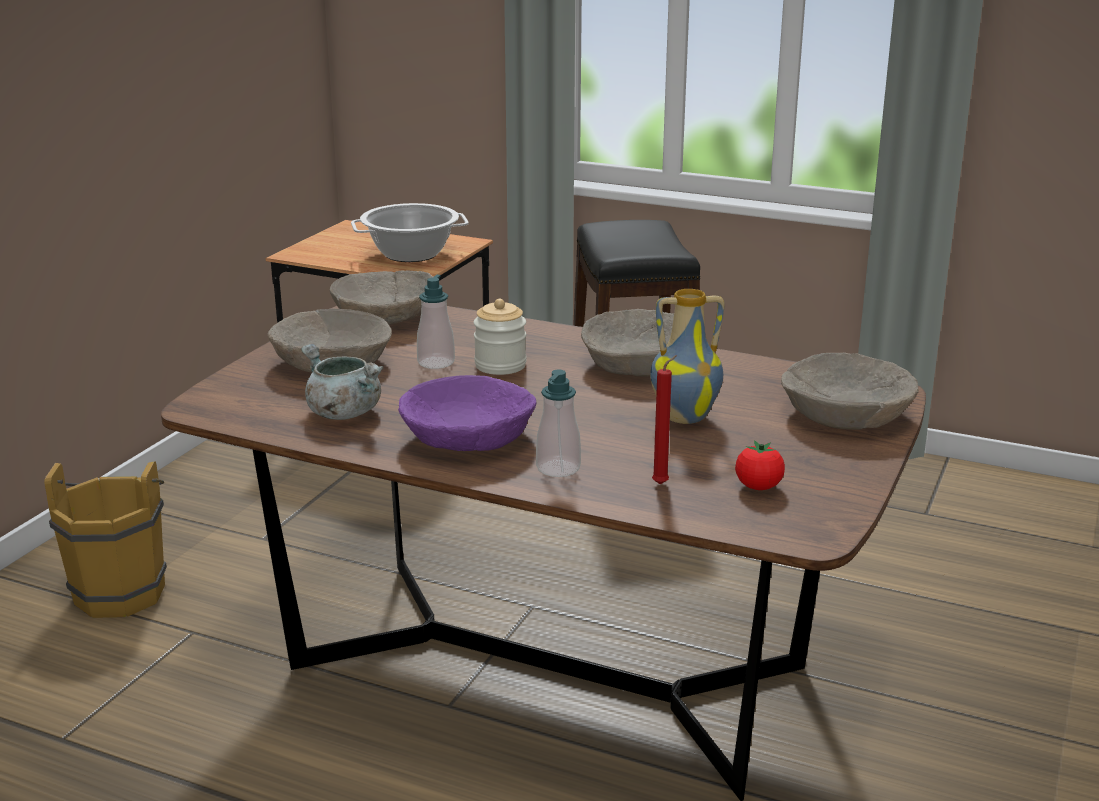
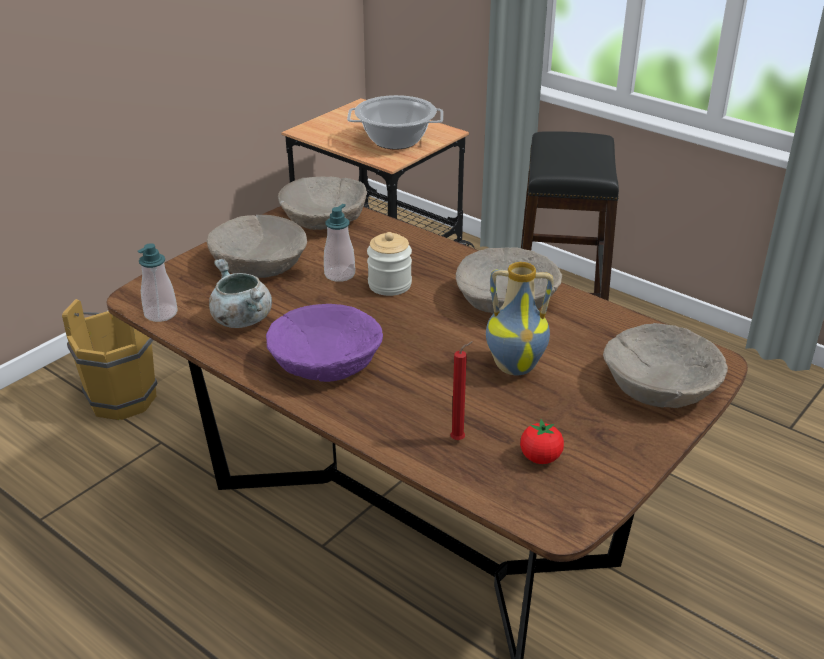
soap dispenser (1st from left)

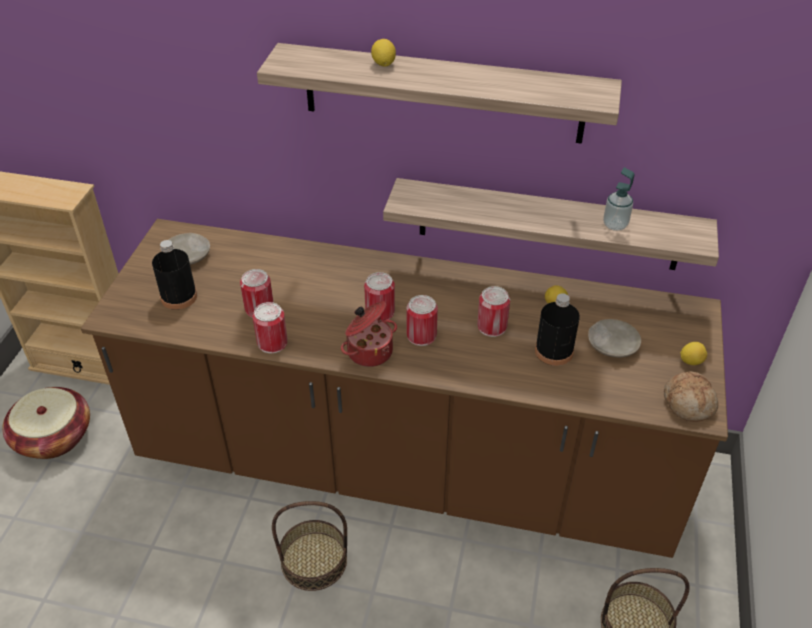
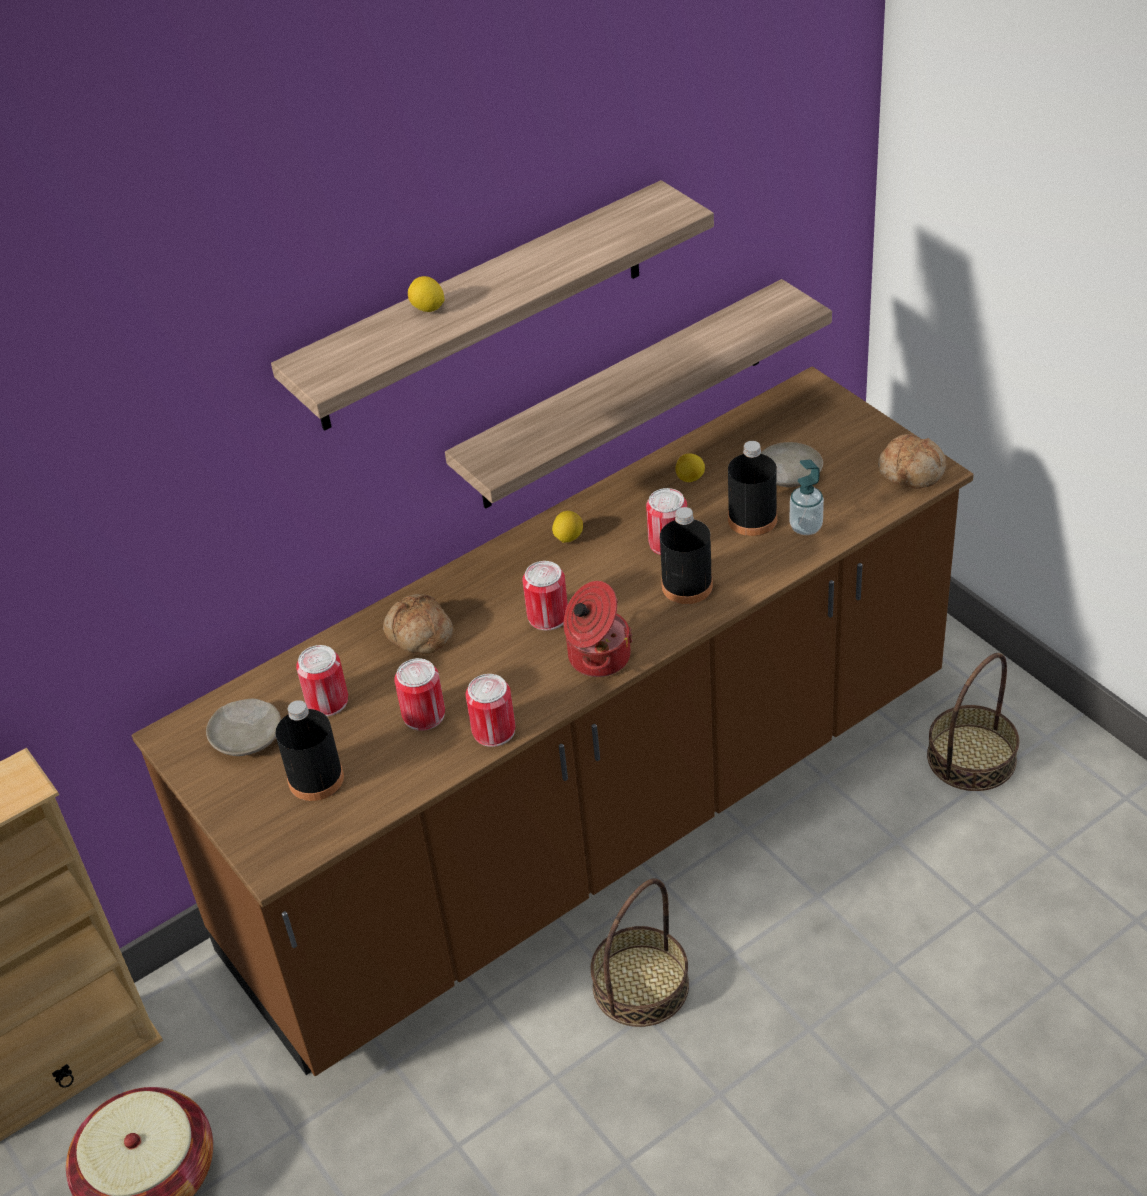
soap dispenser
can (1st from left)
lemon (2nd from left)
black bottle (2nd from left)
bread (1st from left)

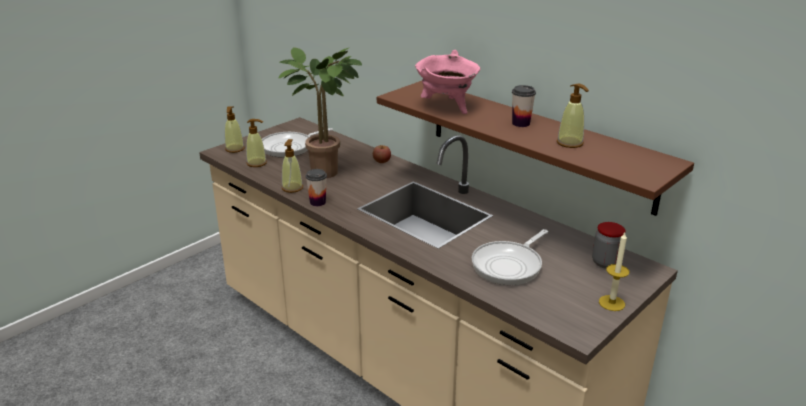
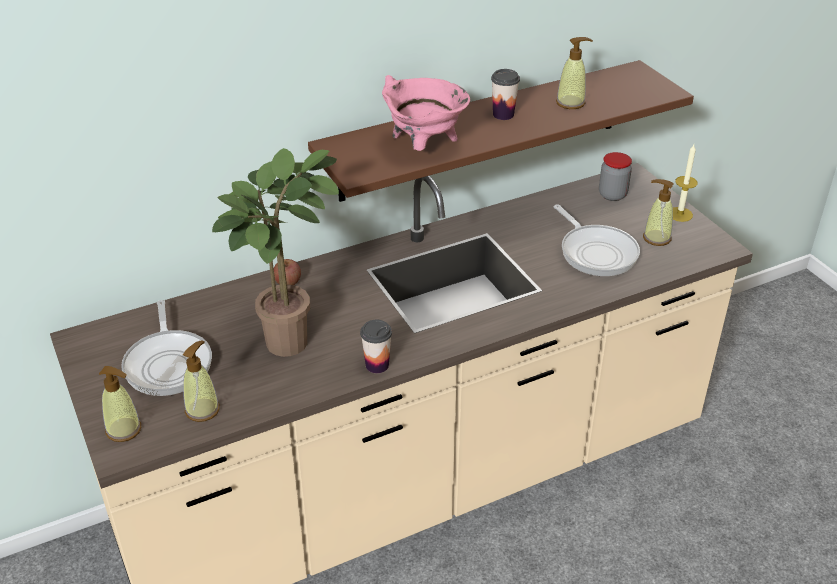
soap dispenser (4th from left)

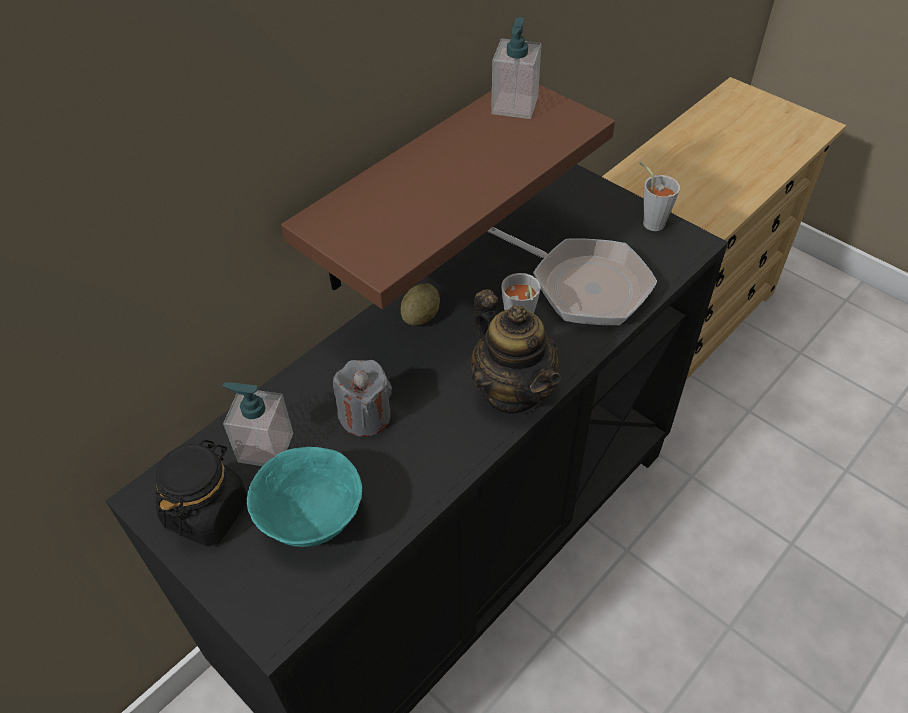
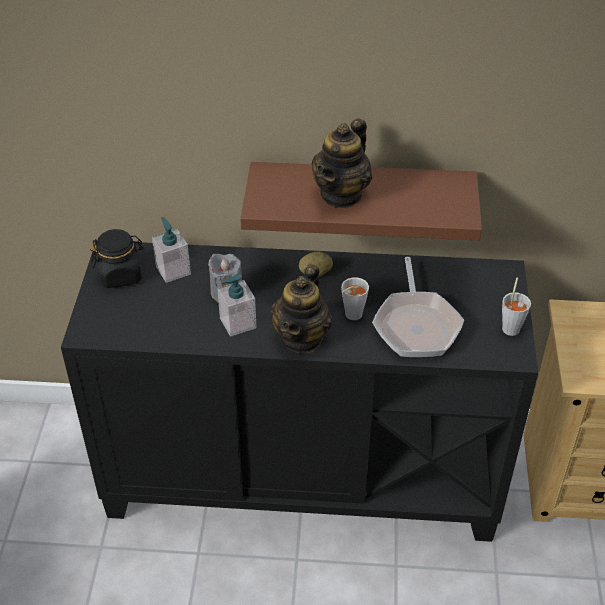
soap dispenser (2nd from left)
turquoise bowl
teapot (2nd from left)

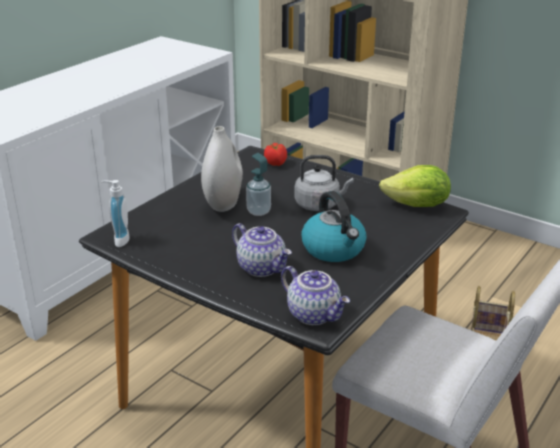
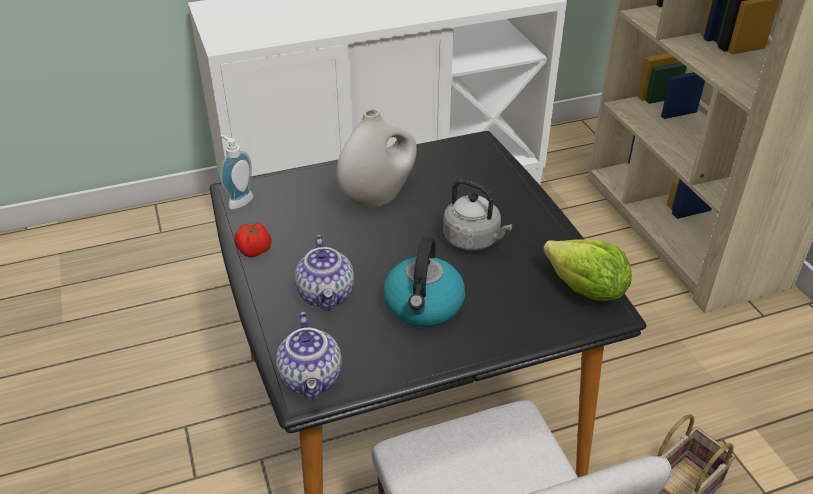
tomato
soap dispenser (2nd from left in the first image)

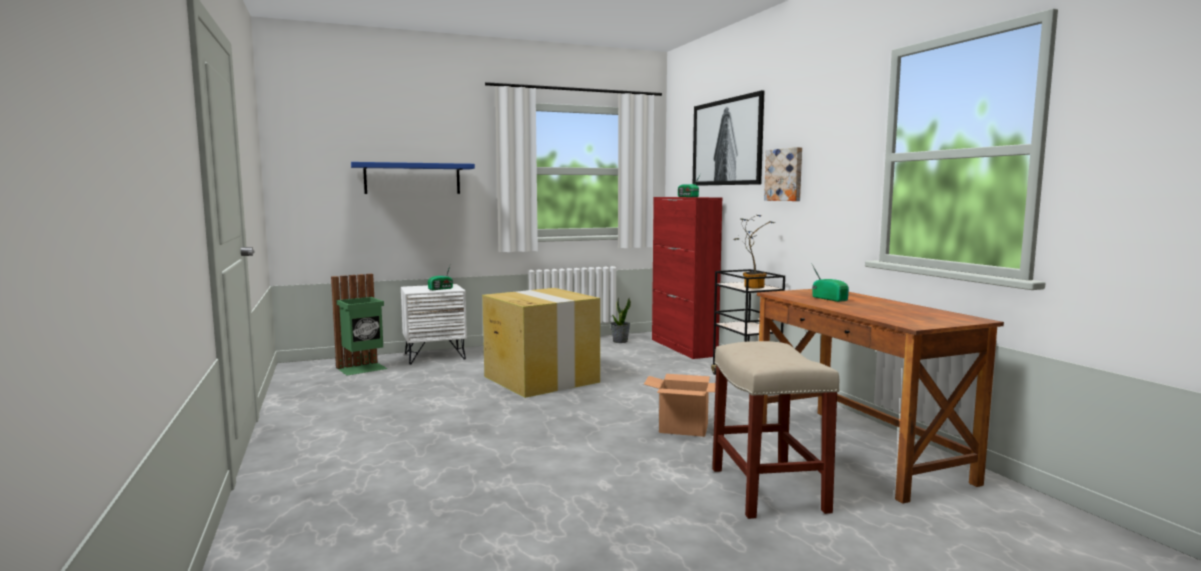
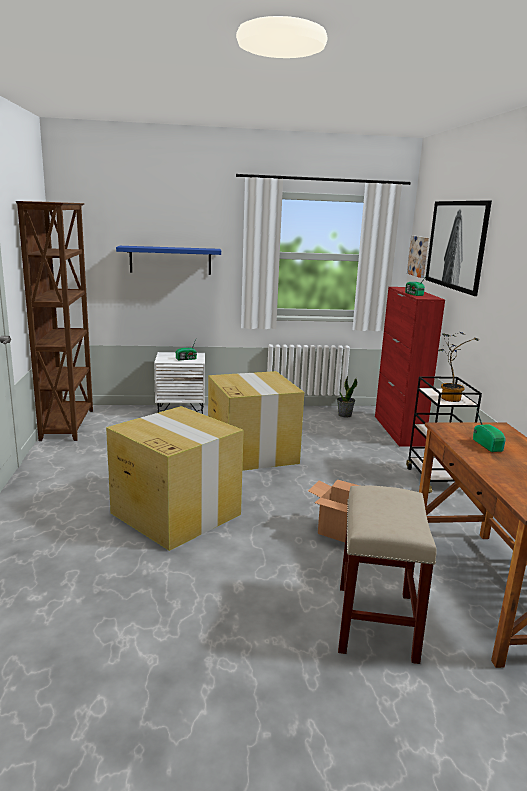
picture (1st from left)
green trash can
brown bookcase
cardboard box (1st from left)

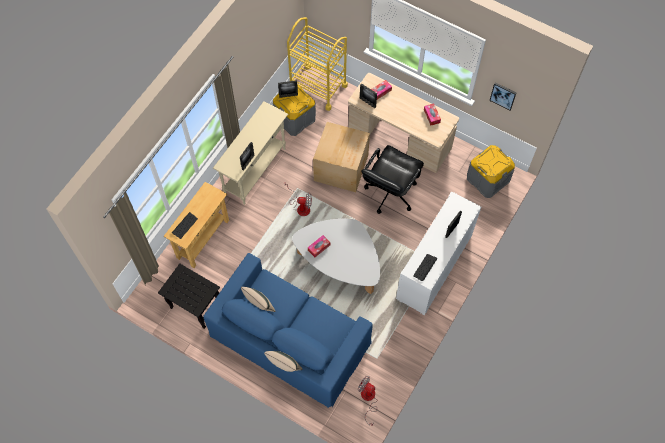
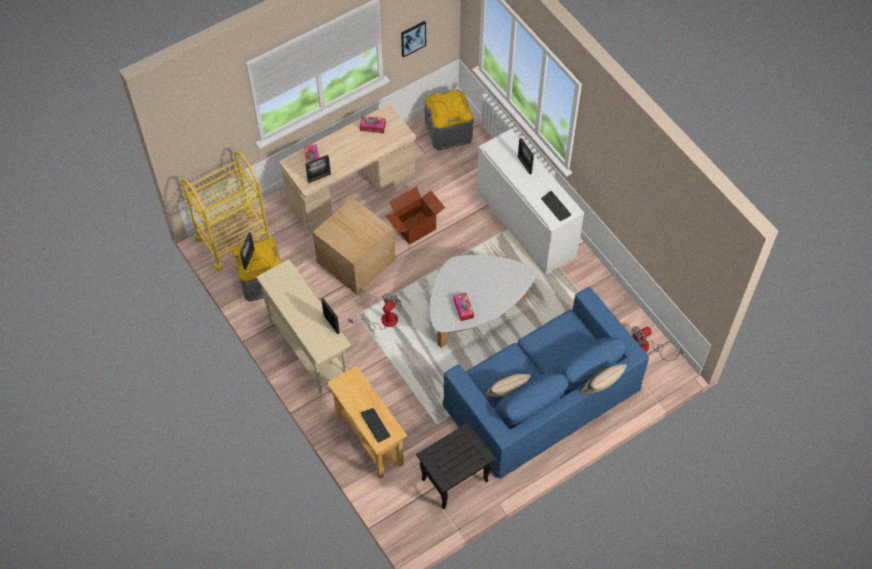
cardboard box (2nd from left)

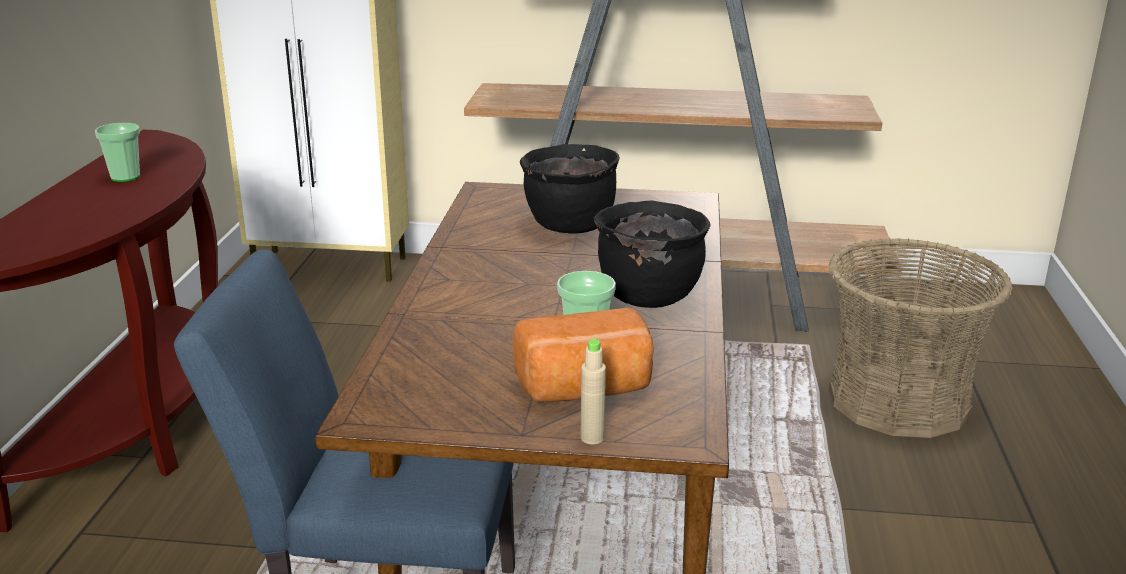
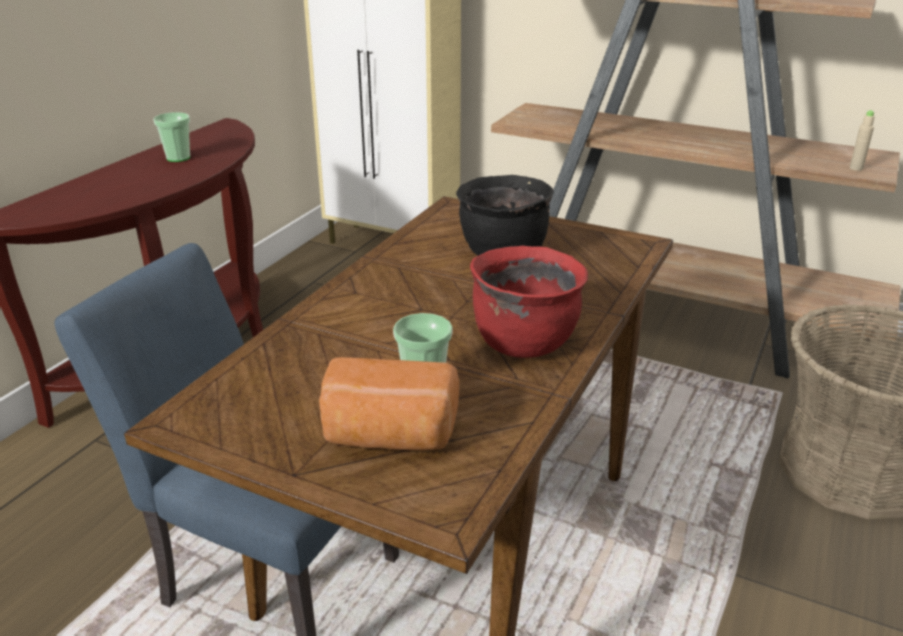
red cooking pot
beige bottle

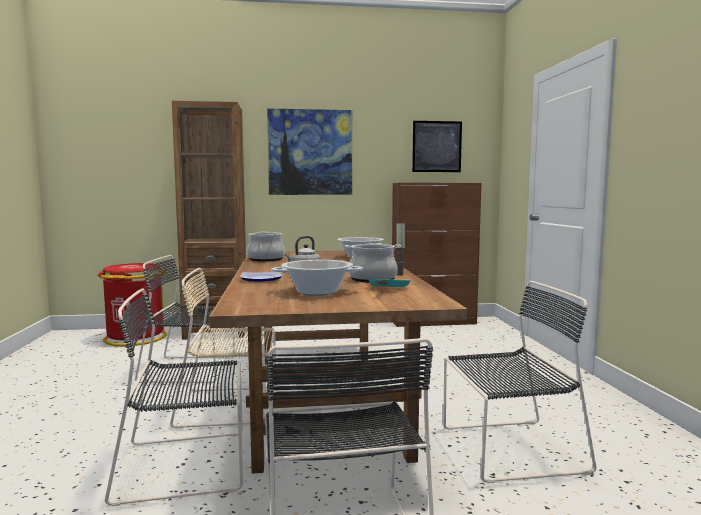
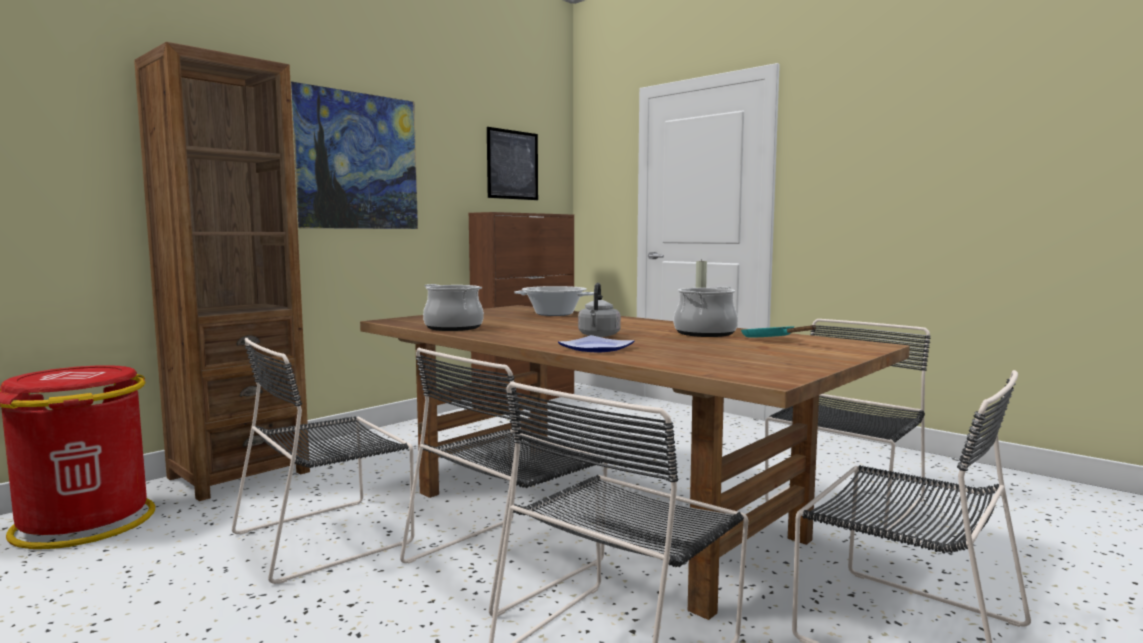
cooking pot (2nd from left in the first image)
black chair (2nd from left)

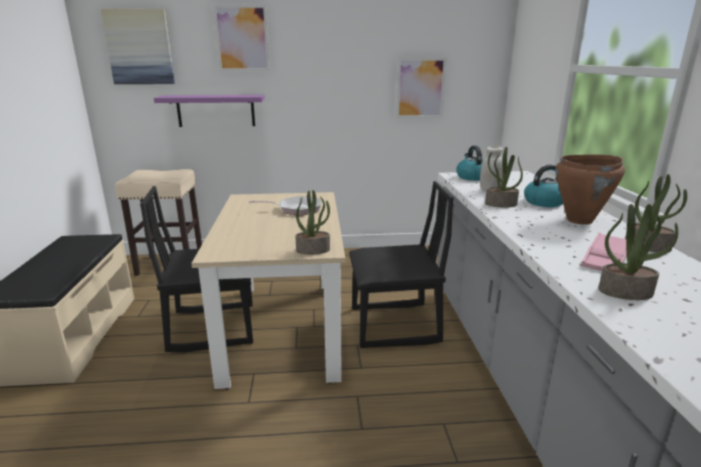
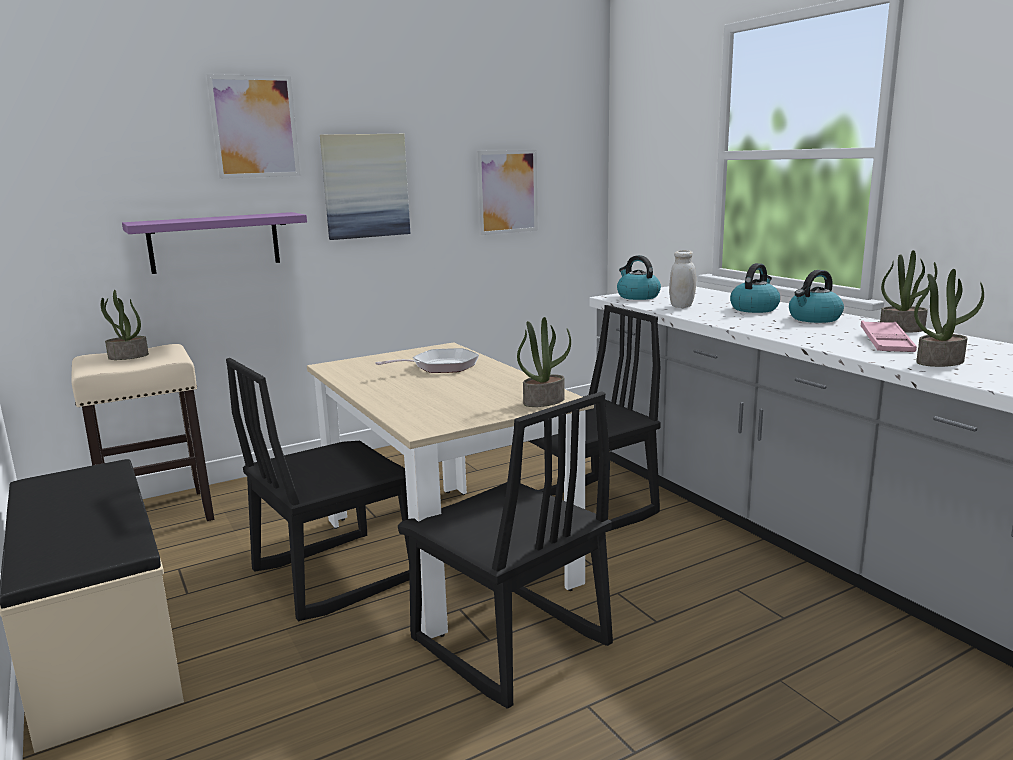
picture (2nd from left)
potted plant (1st from left)
kettle (3rd from left)
black chair (2nd from left)

